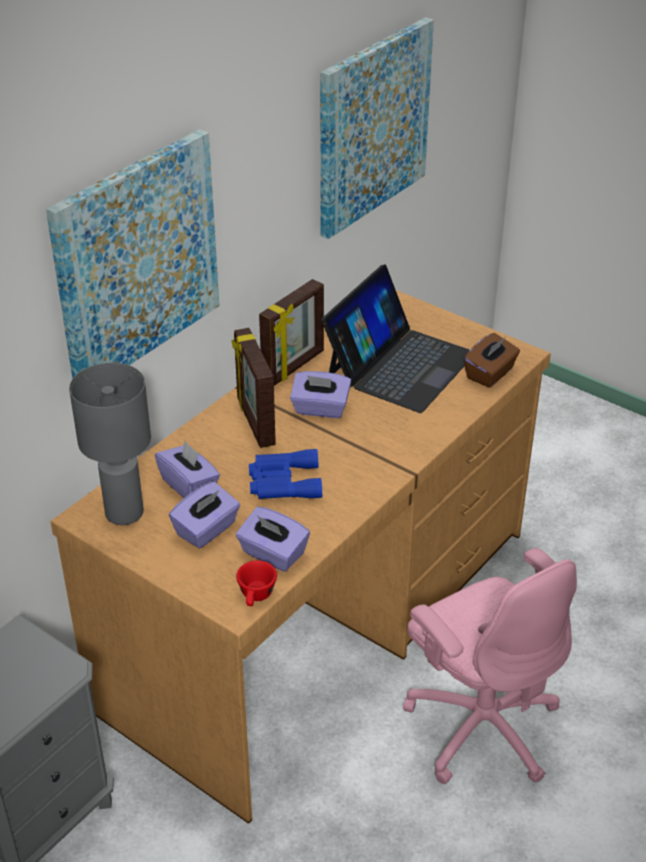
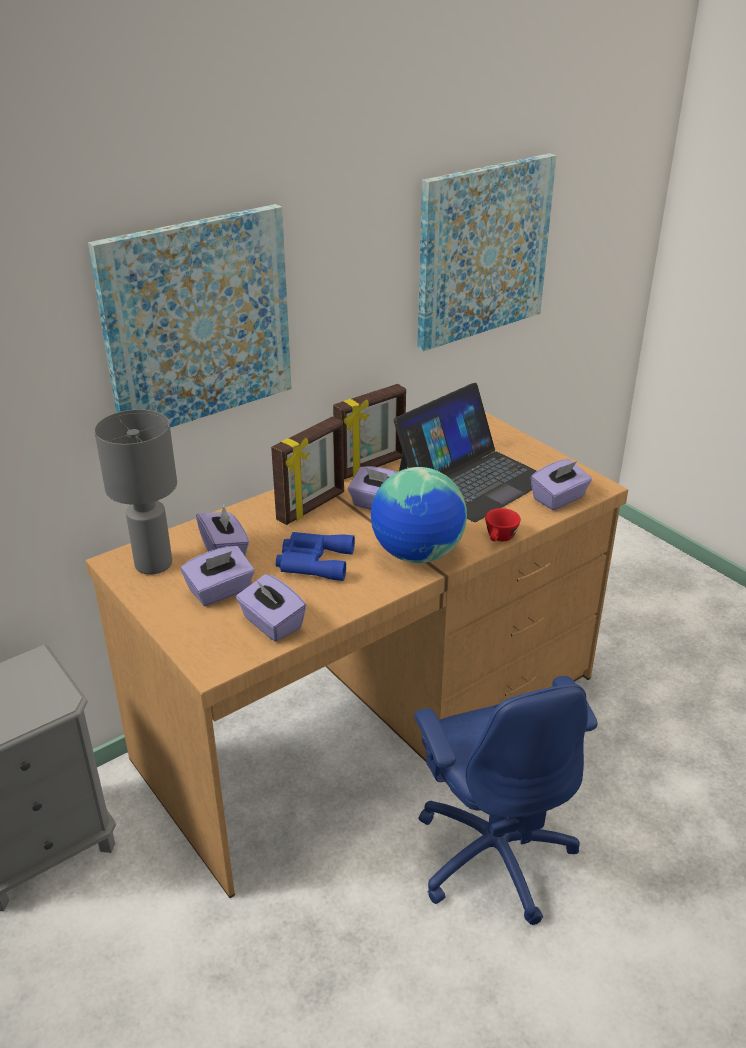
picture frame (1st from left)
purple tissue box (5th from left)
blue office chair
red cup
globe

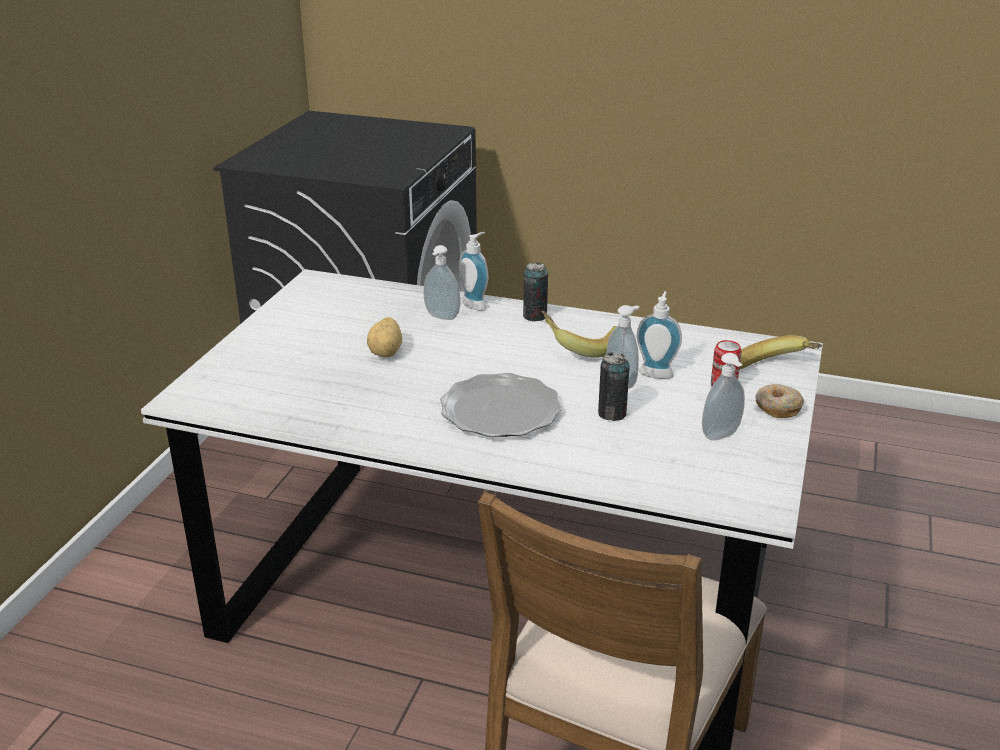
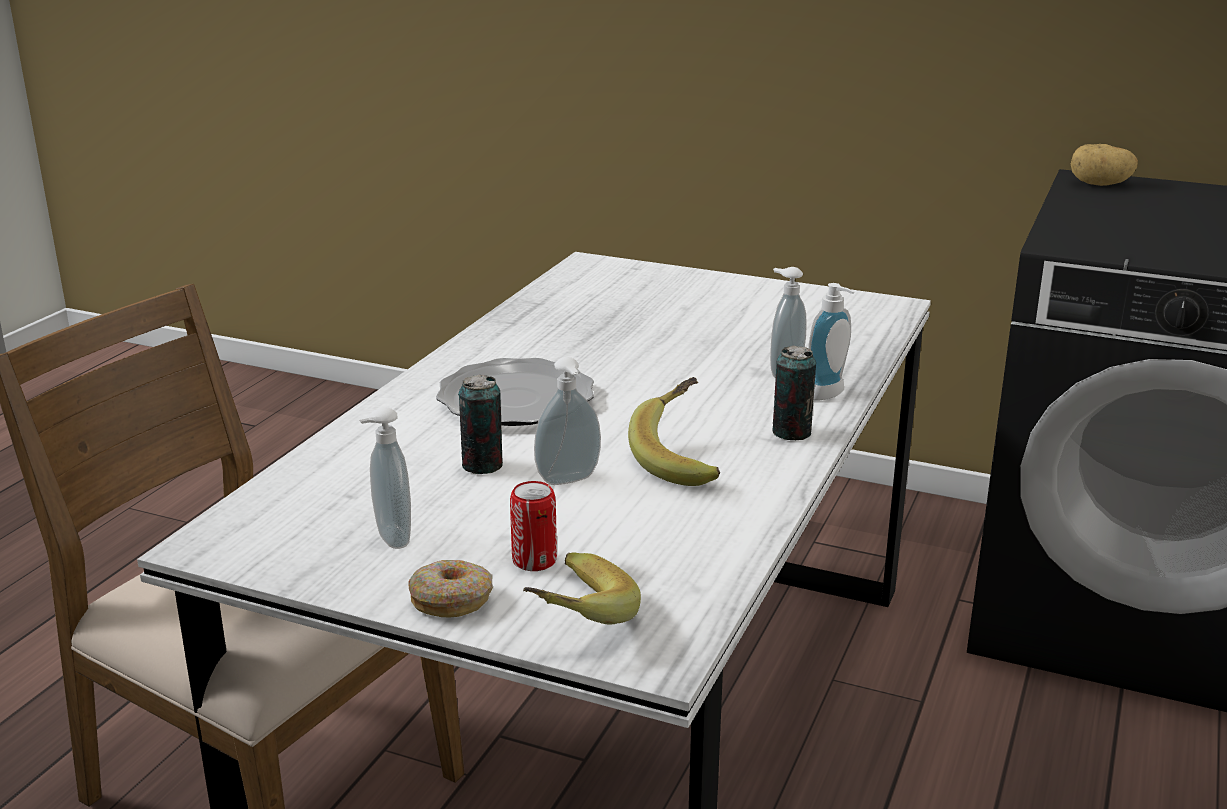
soap dispenser (4th from left in the first image)
potato

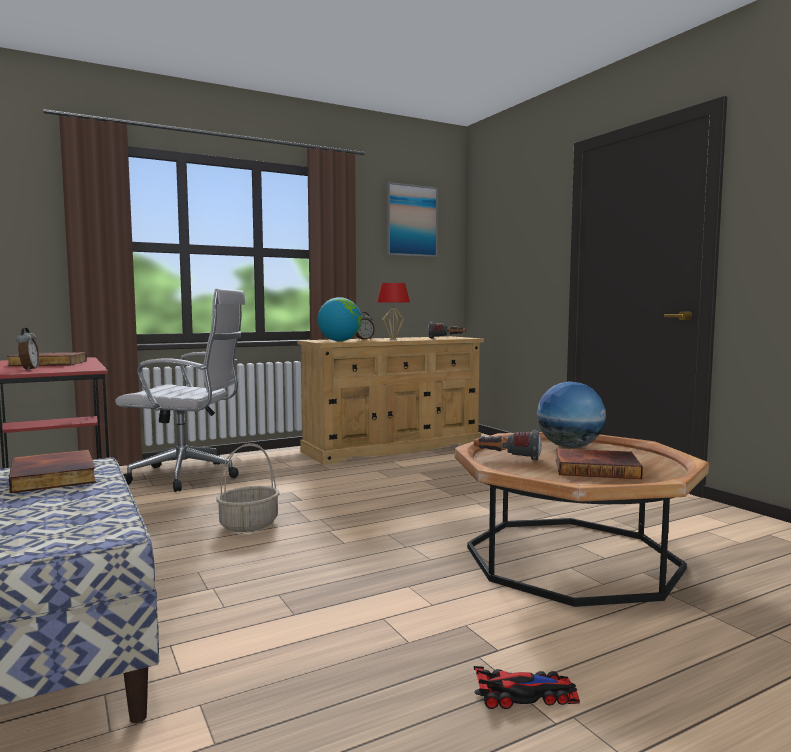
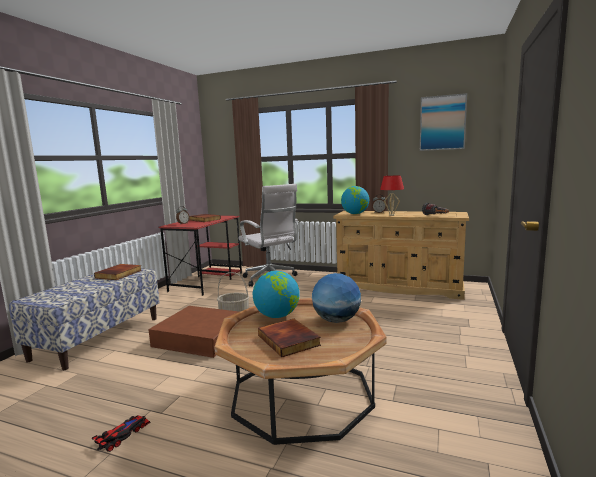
globe (1st from left)
toy car
brown storage box

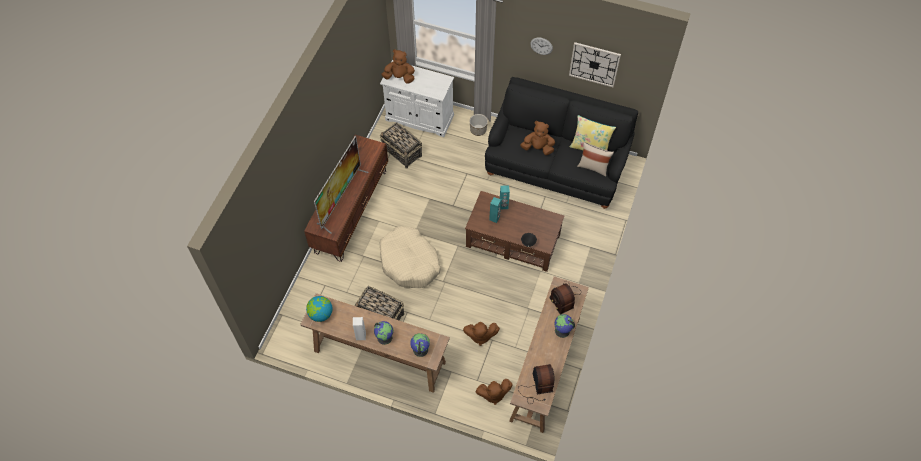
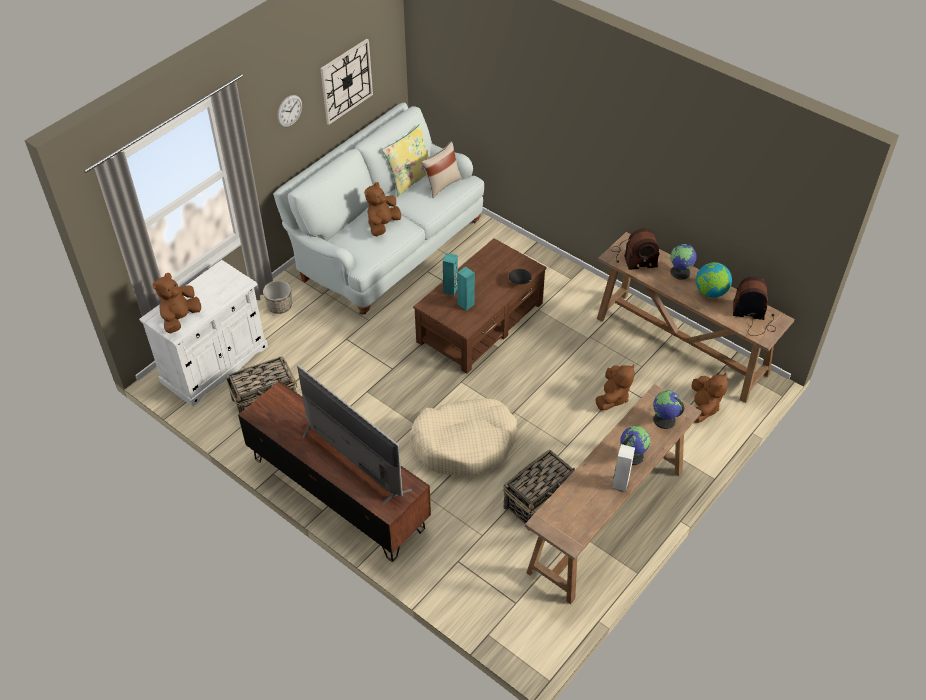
white sofa
globe (4th from left)

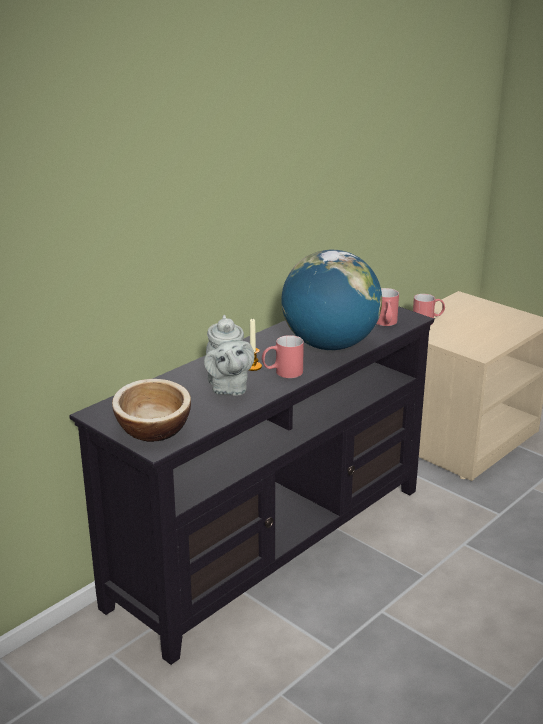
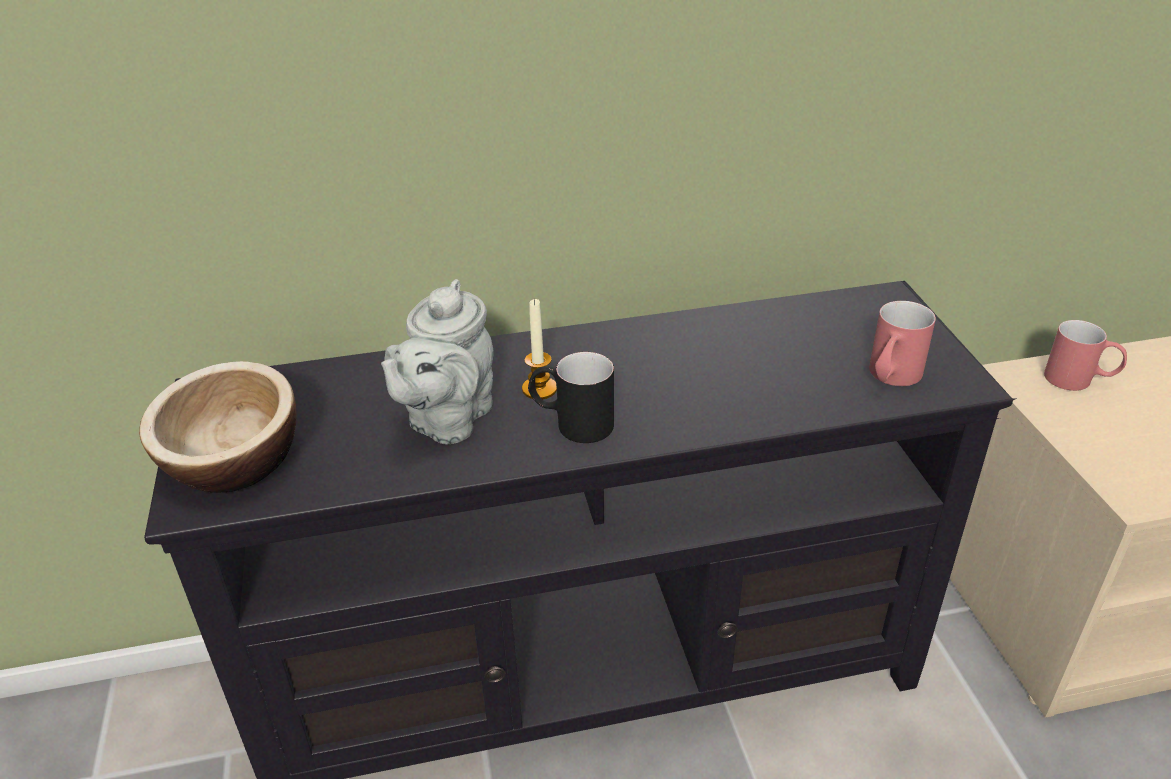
globe
black mug

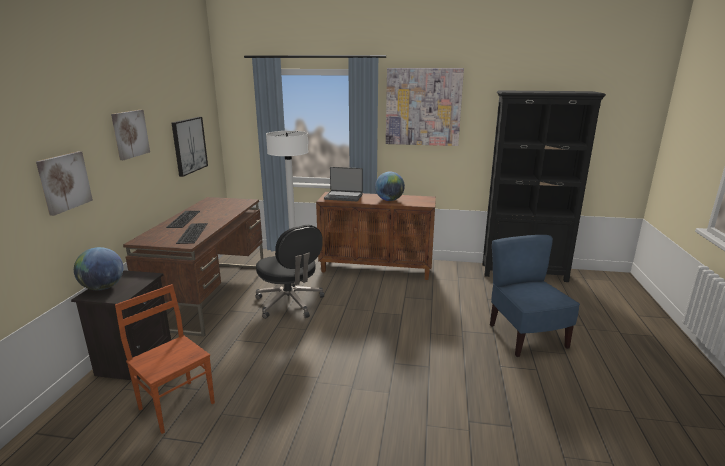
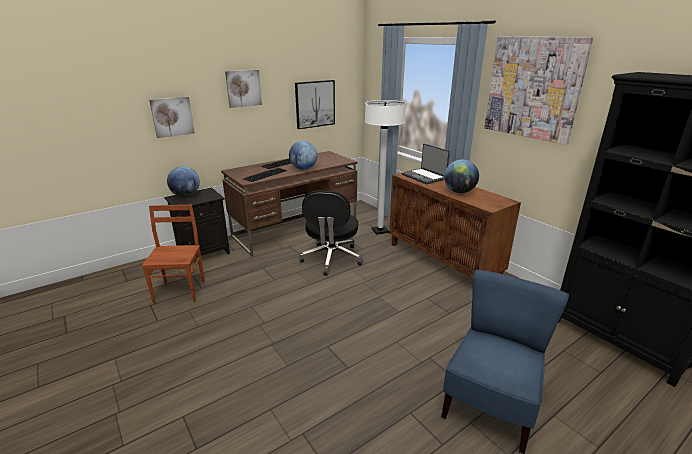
globe (2nd from left)

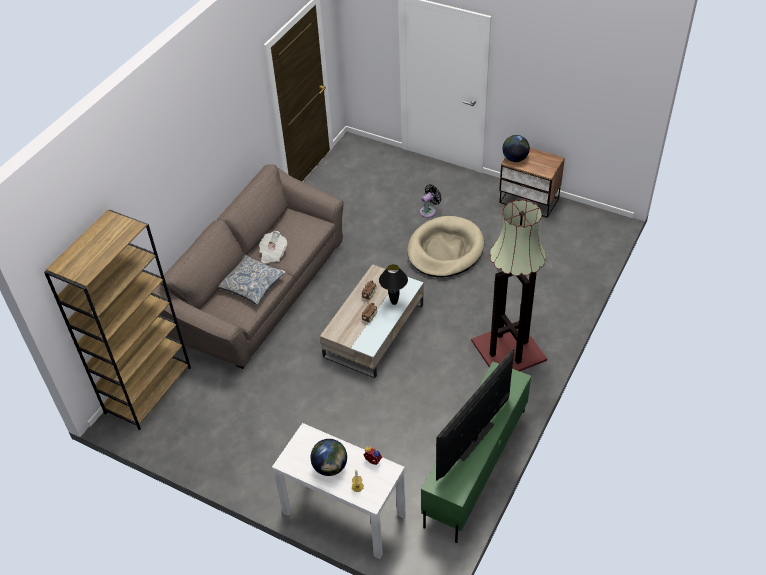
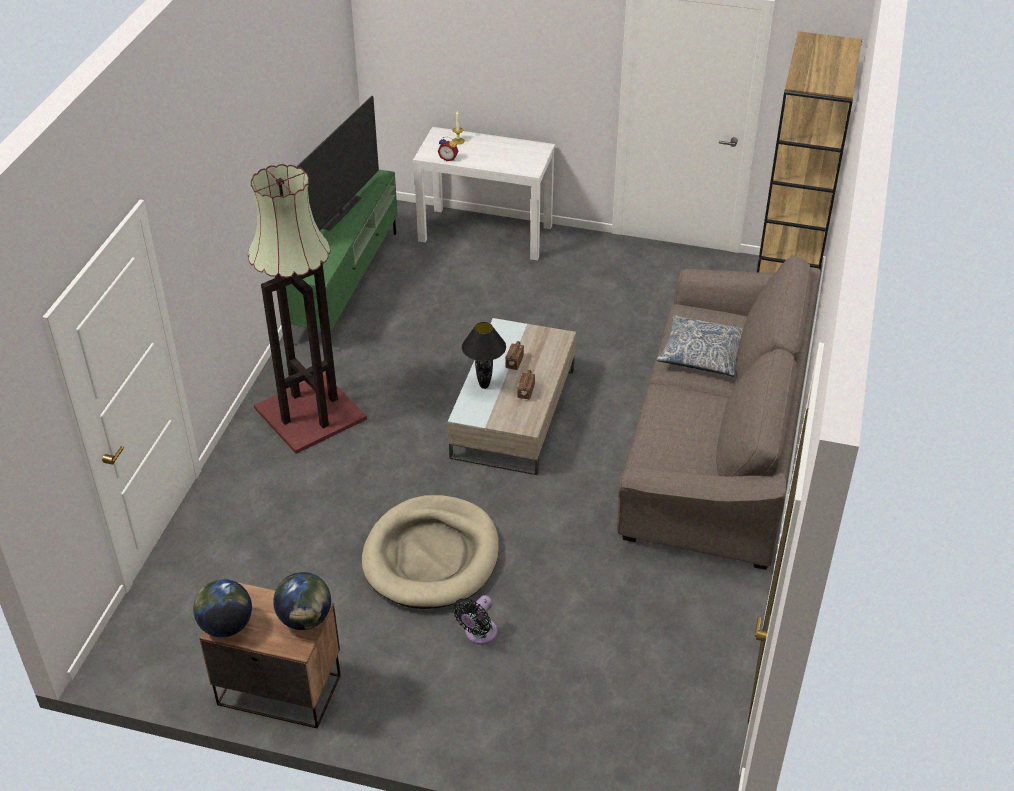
newspaper
globe (1st from left)

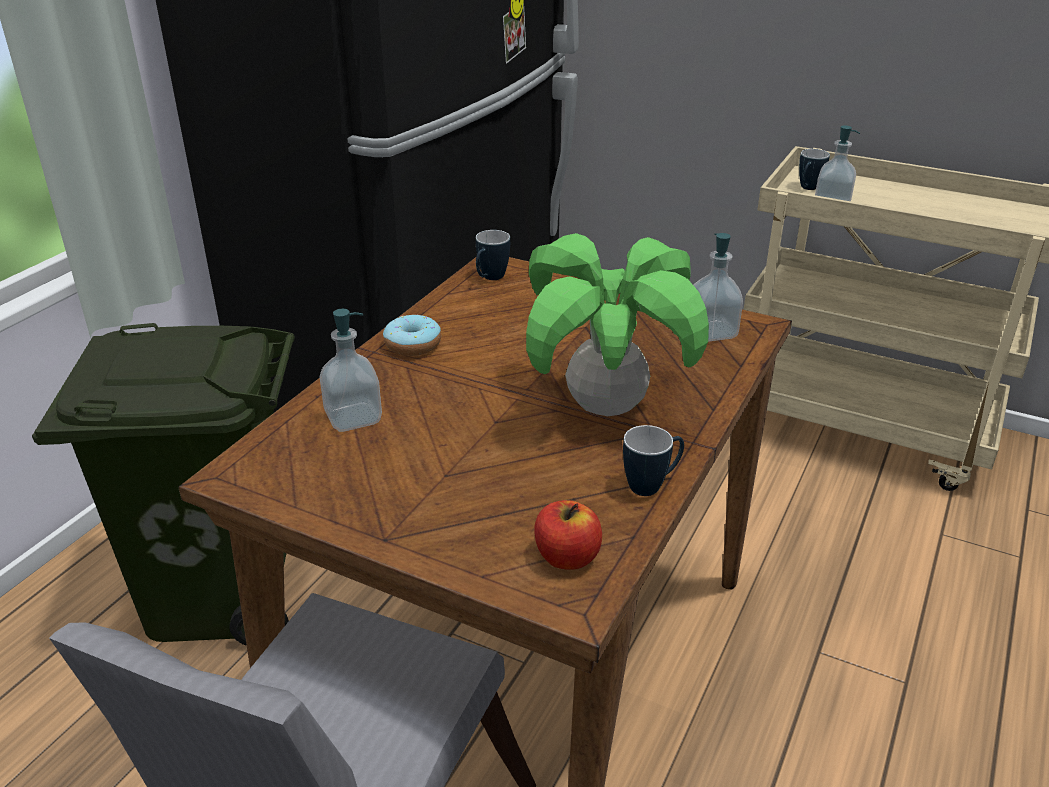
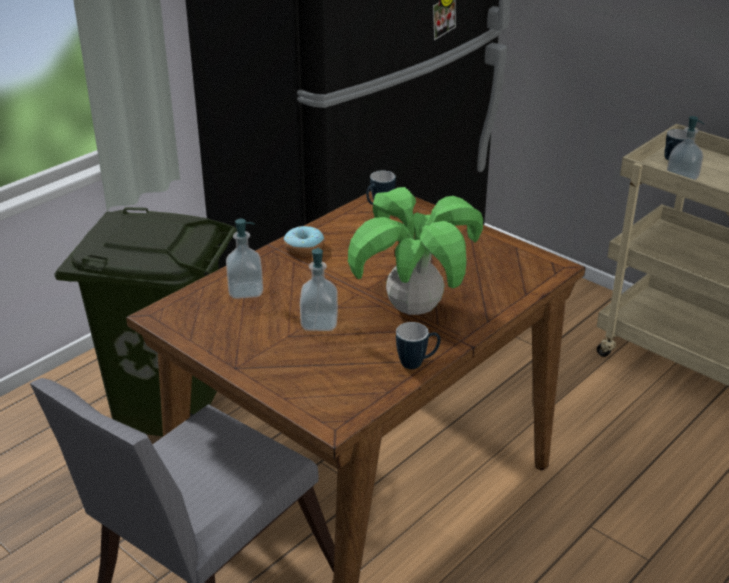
soap dispenser (2nd from left)
apple

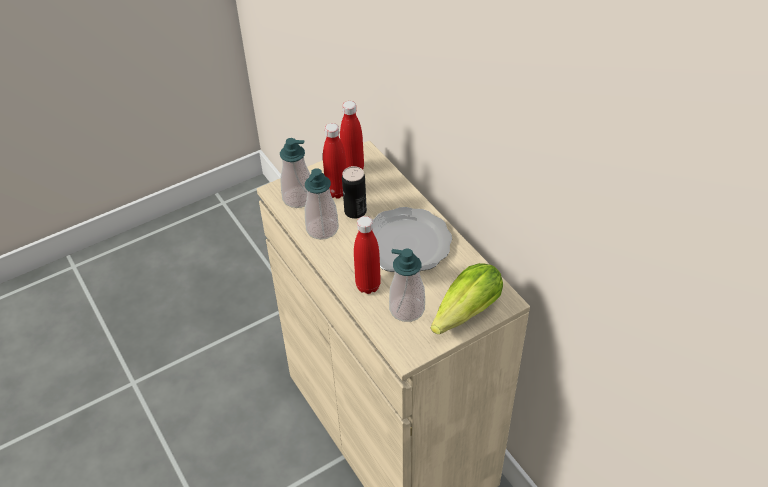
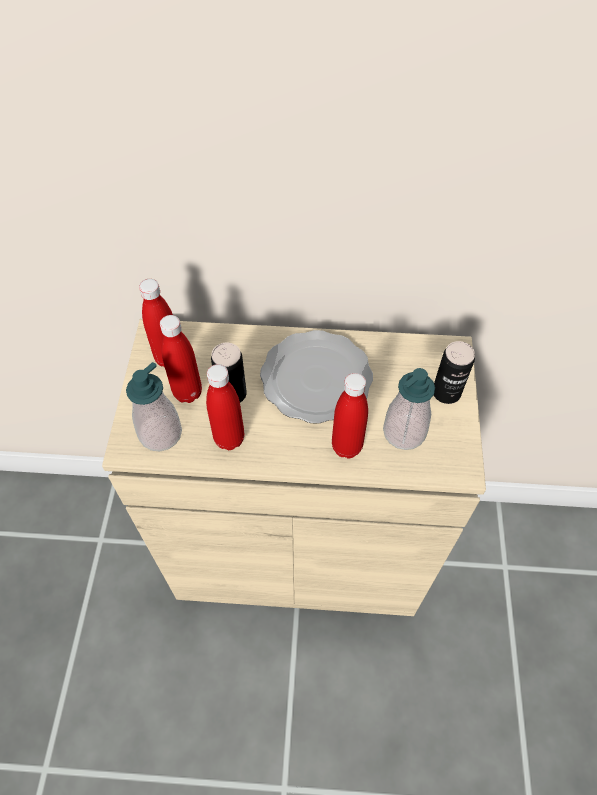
red bottle (3rd from left)
can (2nd from left)

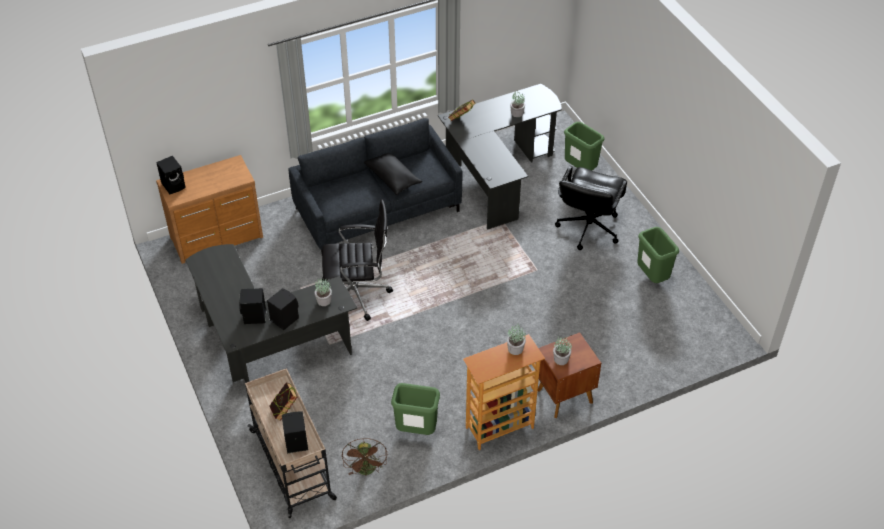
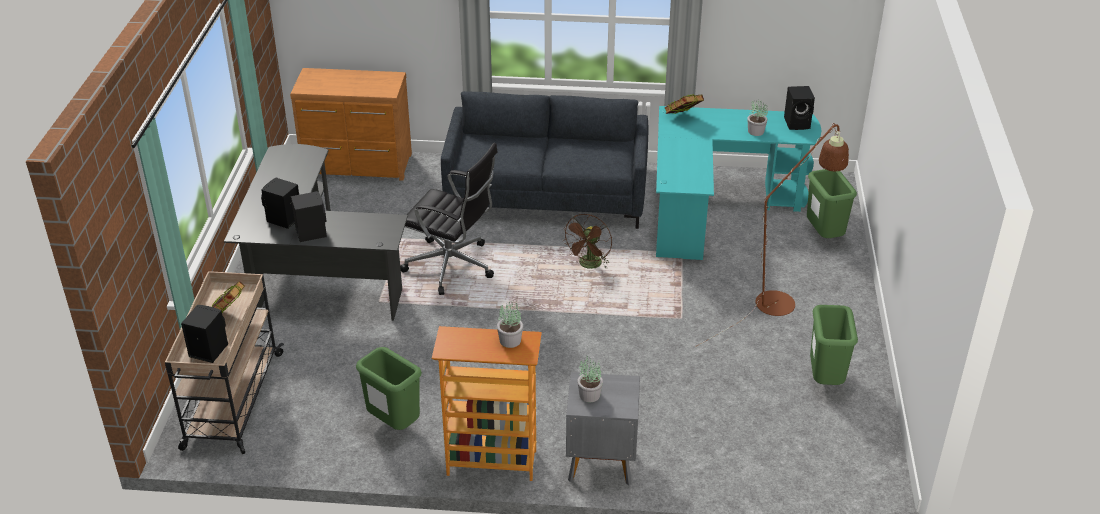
turquoise desk
black pillow
black speaker (4th from left)
brown floor lamp
potted plant (1st from left in the first image)
grey nightstand
brown fan

